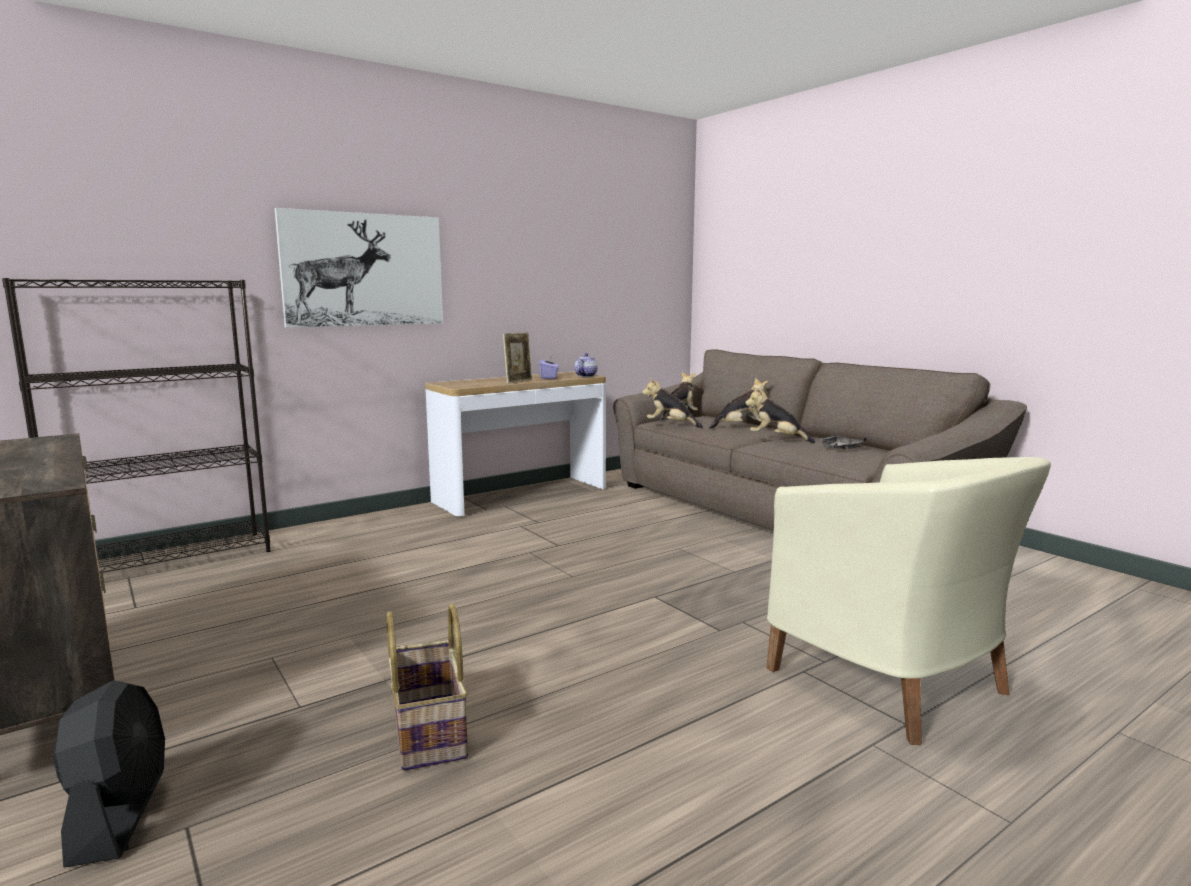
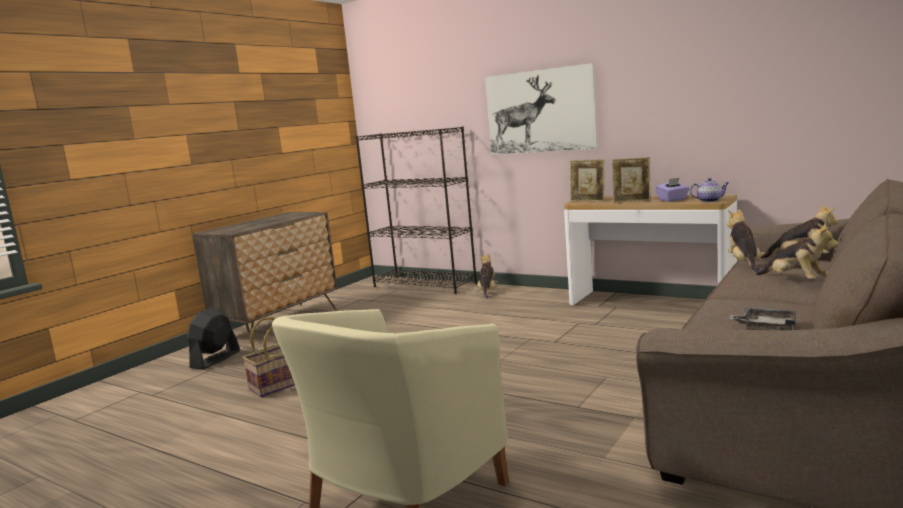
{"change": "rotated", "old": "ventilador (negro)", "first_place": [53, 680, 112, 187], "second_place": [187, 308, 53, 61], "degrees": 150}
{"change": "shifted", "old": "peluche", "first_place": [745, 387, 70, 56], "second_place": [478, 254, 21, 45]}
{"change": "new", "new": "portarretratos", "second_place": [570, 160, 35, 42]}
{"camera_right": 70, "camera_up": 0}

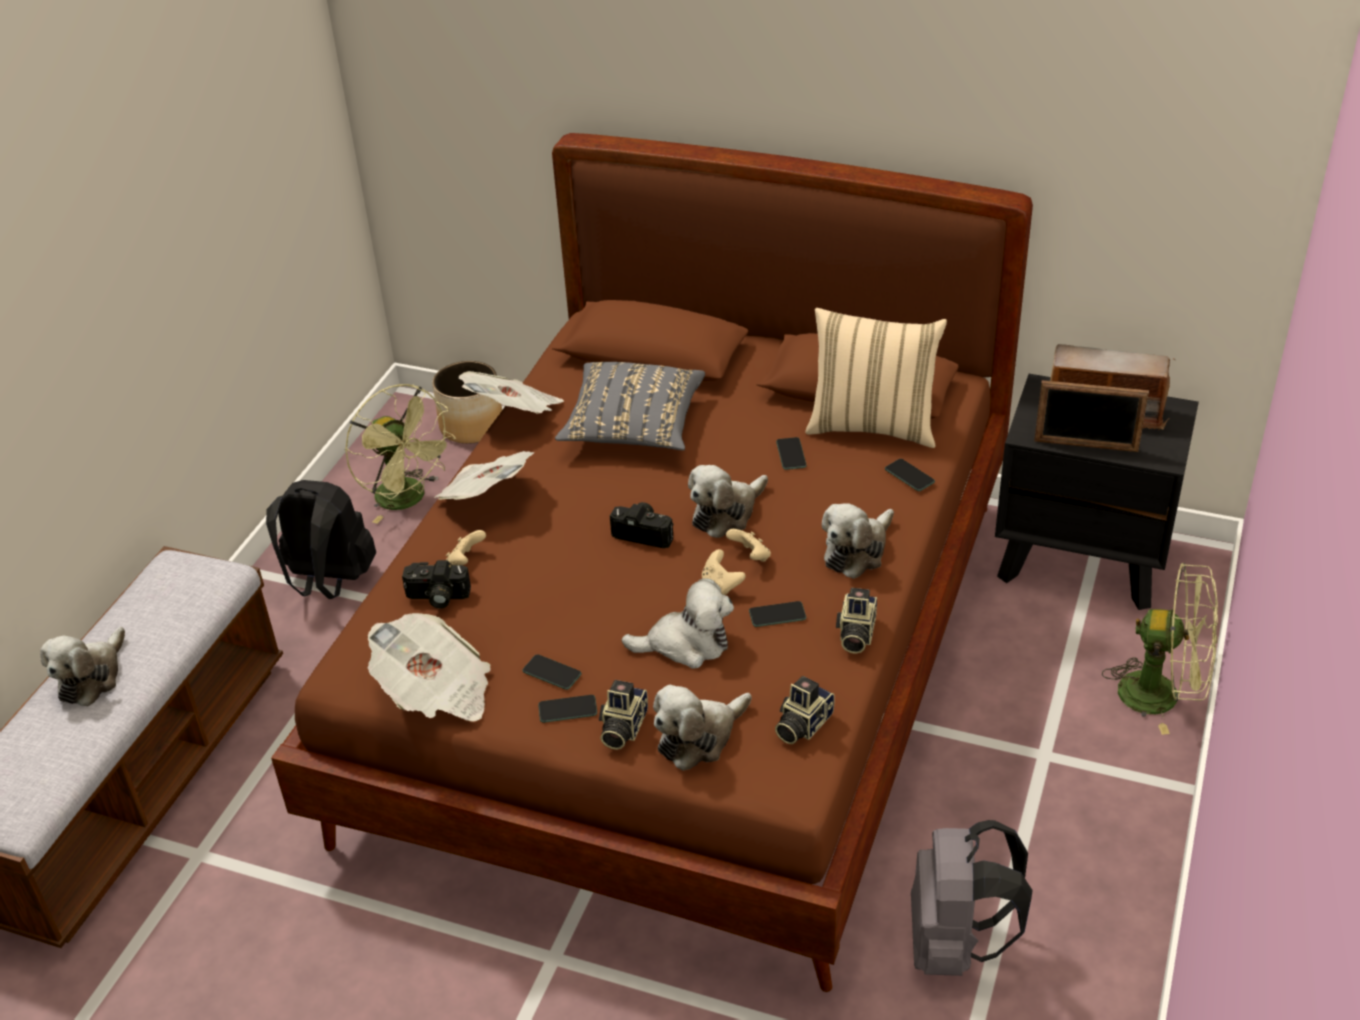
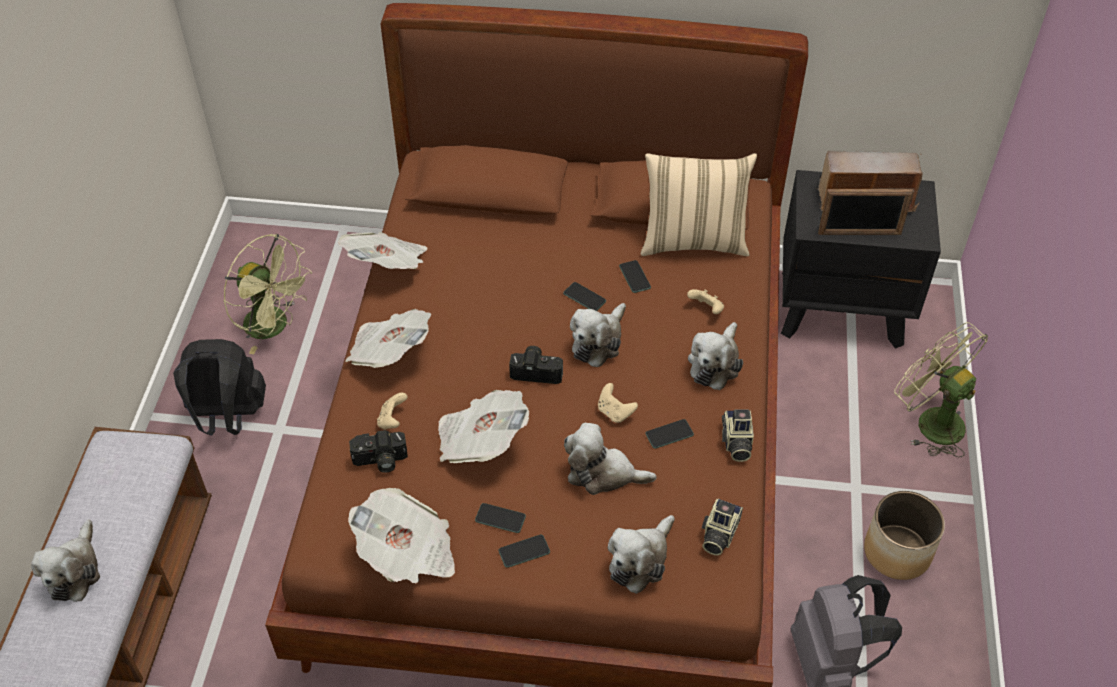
{"change": "new", "new": "periódico", "second_place": [438, 390, 91, 73]}
{"change": "shifted", "old": "móvil", "first_place": [885, 459, 50, 32], "second_place": [563, 282, 43, 29]}
{"change": "rotated", "old": "peluche", "first_place": [621, 578, 113, 91], "second_place": [564, 423, 93, 72], "degrees": -150}
{"change": "shifted", "old": "mando de consola (beis)", "first_place": [726, 529, 45, 33], "second_place": [687, 289, 37, 25]}
{"change": "shifted", "old": "maceta", "first_place": [432, 361, 70, 83], "second_place": [864, 491, 81, 89]}
{"change": "rotated", "old": "ventilador (verde)", "first_place": [1102, 563, 116, 172], "second_place": [894, 322, 94, 135], "degrees": -135}
{"change": "gone", "old": "cojín (gris)", "first_place": [555, 362, 150, 88]}
{"change": "gone", "old": "cámara", "first_place": [599, 680, 49, 70]}
{"camera_right": -15, "camera_up": 10}

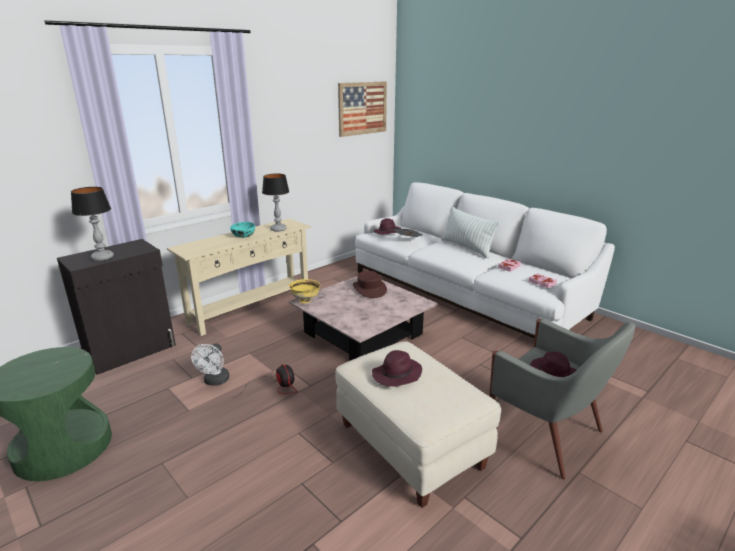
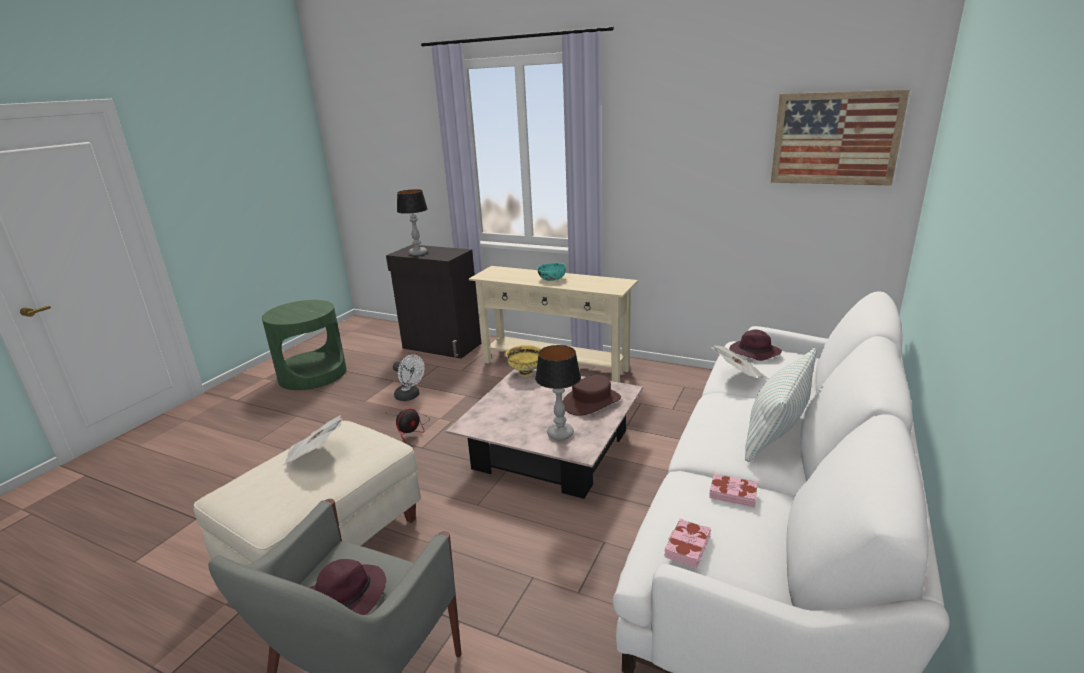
{"change": "swapped", "old": "sombrero (morado)", "new": "periódico", "first_place": [372, 350, 50, 36], "second_place": [283, 415, 59, 51]}
{"change": "rotated", "old": "ventilador (blanco)", "first_place": [191, 343, 39, 43], "second_place": [393, 354, 31, 47], "degrees": -135}
{"change": "shifted", "old": "lámpara de mesa", "first_place": [262, 174, 27, 58], "second_place": [535, 345, 46, 96]}
{"camera_right": 70, "camera_up": 0}

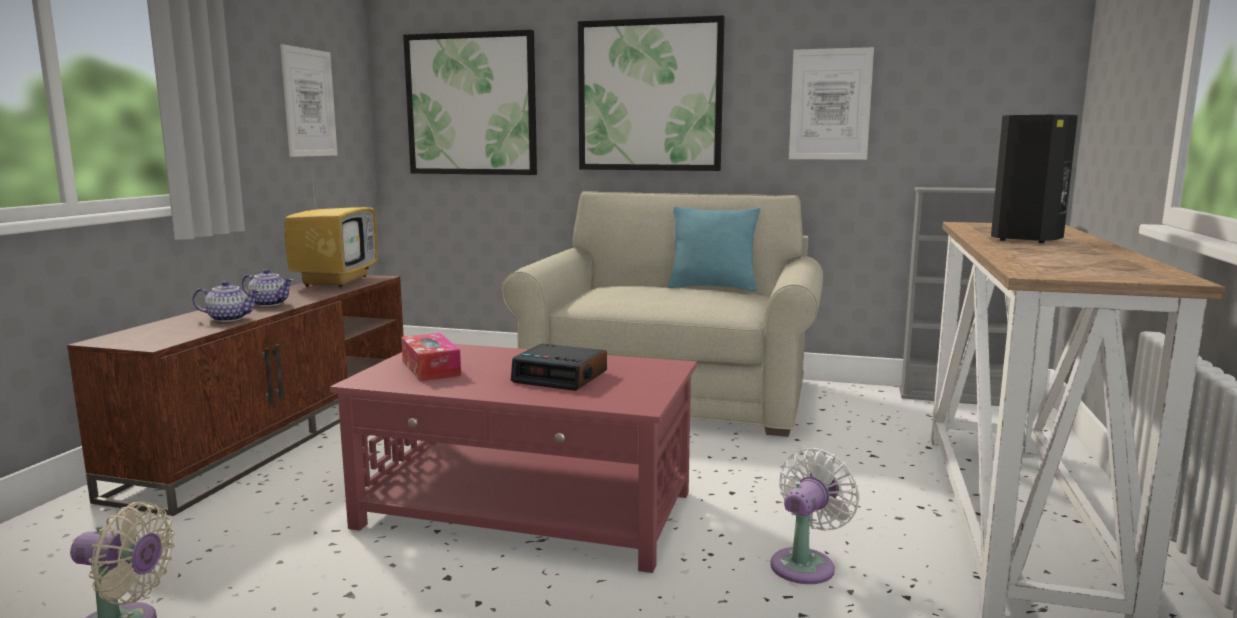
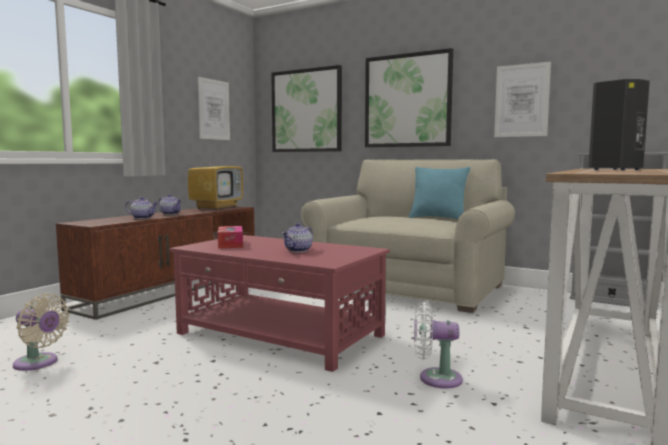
{"change": "swapped", "old": "despertador", "new": "tetera", "first_place": [511, 344, 96, 47], "second_place": [282, 223, 31, 29]}
{"change": "rotated", "old": "ventilador (blanco)", "first_place": [770, 448, 90, 136], "second_place": [414, 302, 49, 86], "degrees": -135}
{"camera_right": 15, "camera_up": -5}

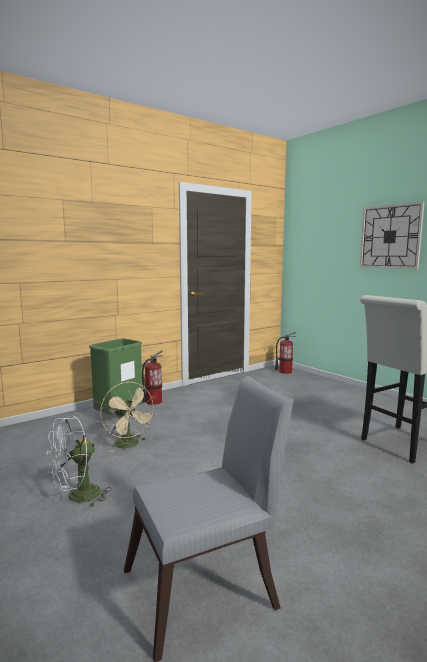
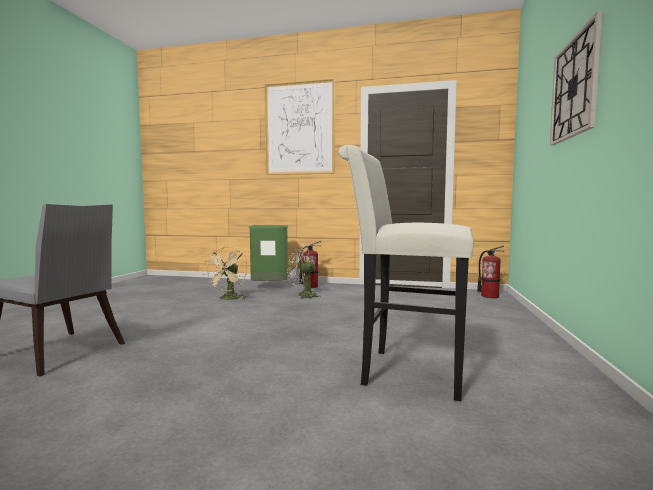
{"change": "new", "new": "cuadro", "second_place": [264, 79, 71, 96]}
{"change": "shifted", "old": "ventilador (blanco)", "first_place": [47, 416, 64, 91], "second_place": [287, 244, 34, 55]}
{"camera_right": 50, "camera_up": -5}

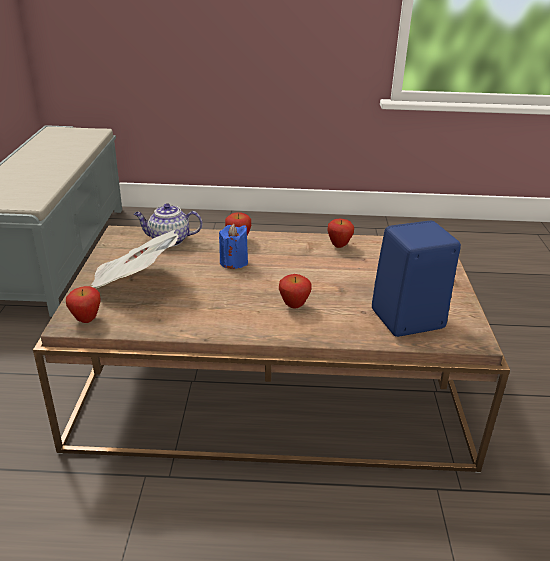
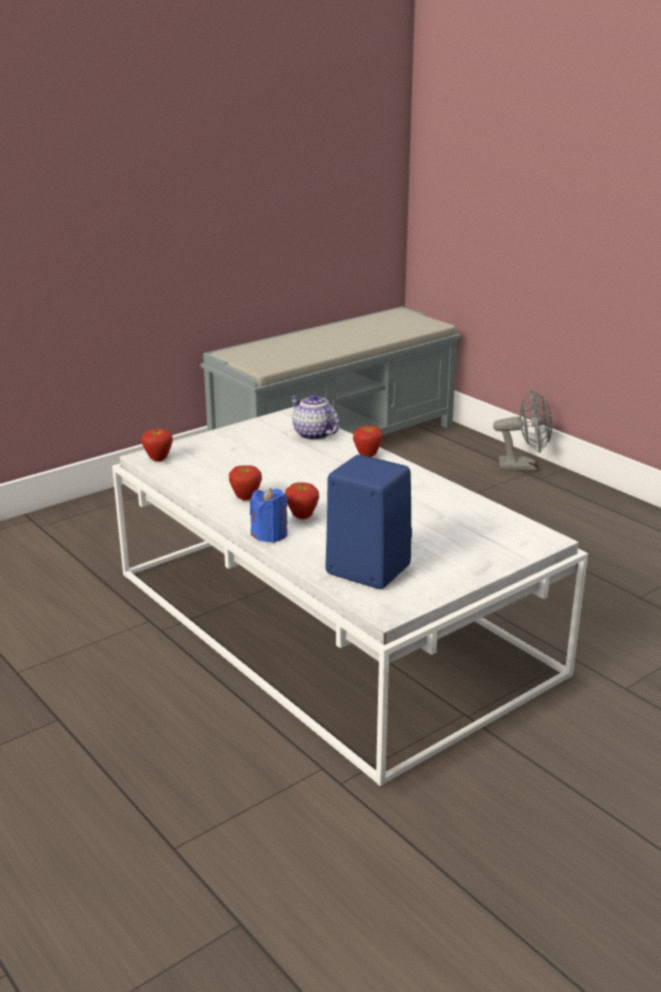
{"change": "repainted", "old": "mesa de centro (marrón)", "new": "mesa de centro (blanco)", "first_place": [33, 226, 477, 247], "second_place": [112, 407, 476, 380]}
{"change": "shifted", "old": "manzana", "first_place": [327, 218, 27, 30], "second_place": [229, 465, 33, 35]}
{"change": "shifted", "old": "vela (azul)", "first_place": [219, 224, 29, 45], "second_place": [250, 487, 38, 55]}
{"change": "new", "new": "ventilador (gris)", "second_place": [493, 389, 59, 82]}
{"change": "gone", "old": "periódico", "first_place": [91, 230, 88, 58]}
{"camera_right": 50, "camera_up": -5}

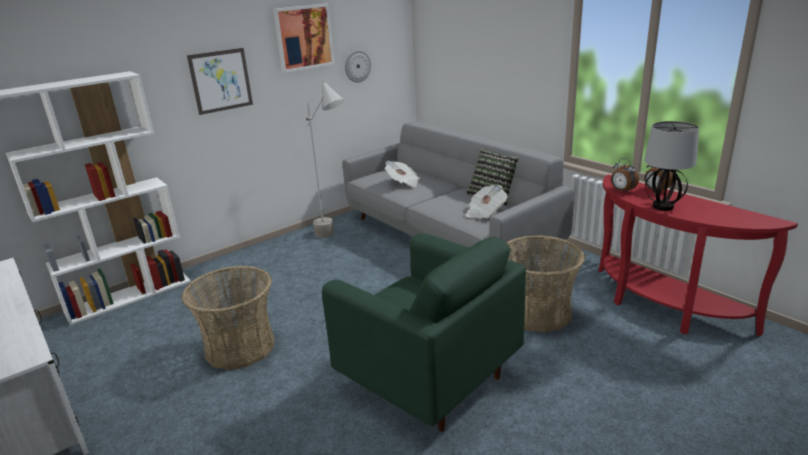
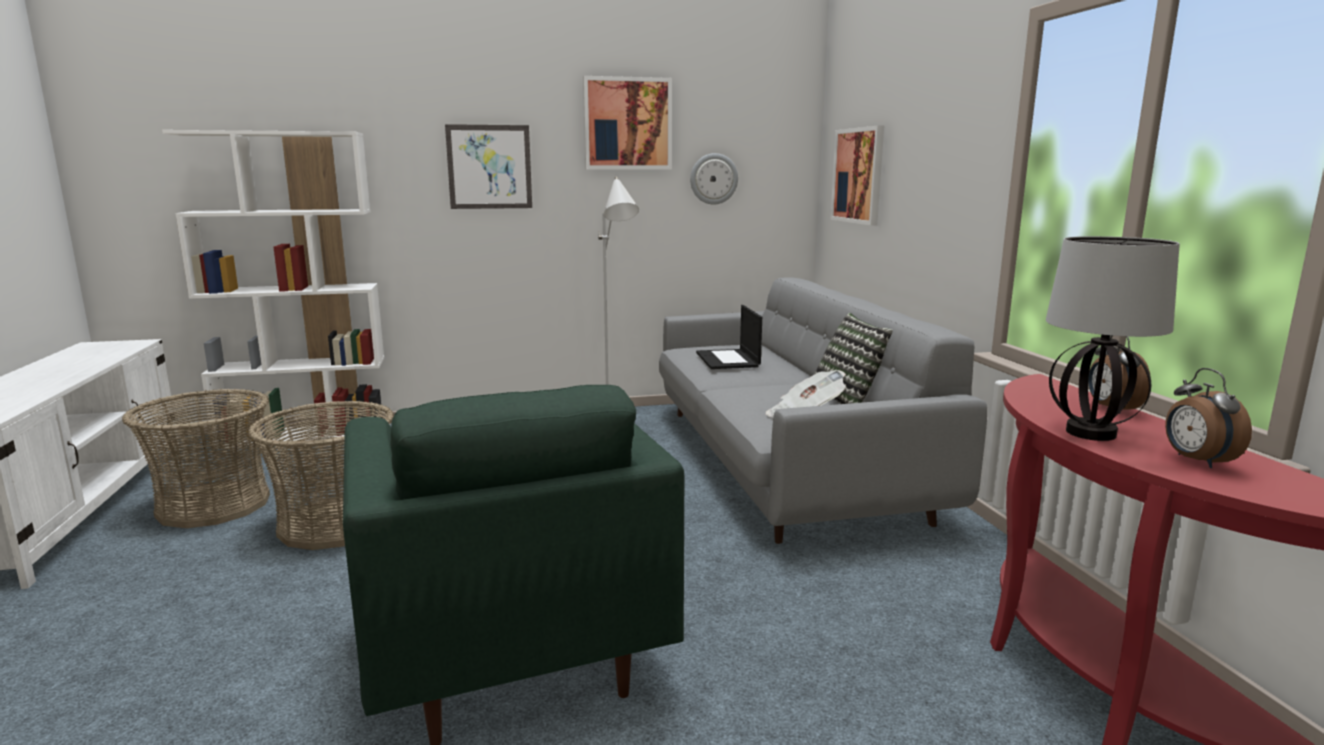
{"change": "shifted", "old": "cesta", "first_place": [507, 235, 78, 97], "second_place": [122, 389, 148, 139]}
{"change": "swapped", "old": "periódico", "new": "portátil", "first_place": [385, 161, 35, 26], "second_place": [696, 305, 66, 64]}
{"change": "new", "new": "cuadro", "second_place": [830, 125, 54, 101]}
{"change": "shifted", "old": "despertador", "first_place": [611, 158, 28, 35], "second_place": [1165, 368, 87, 100]}
{"camera_right": 25, "camera_up": -10}

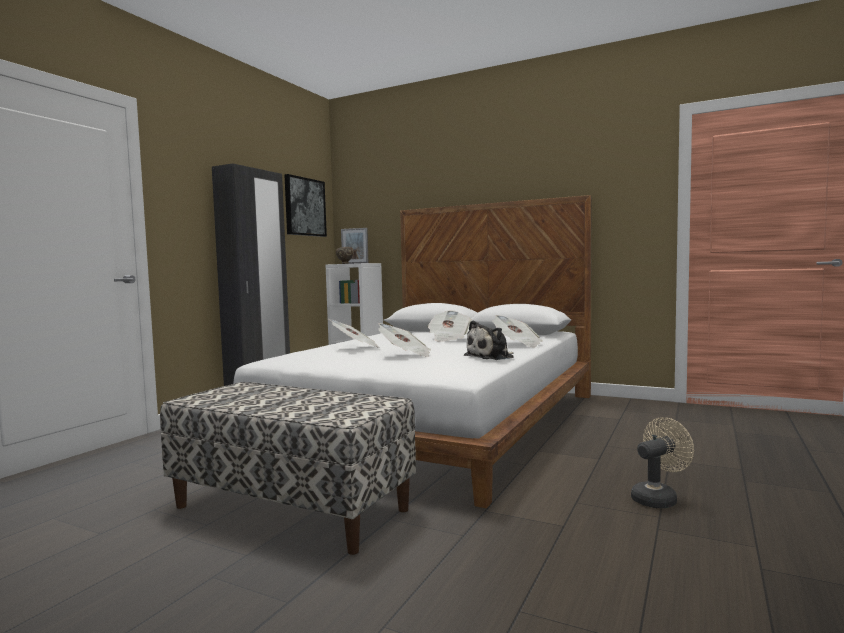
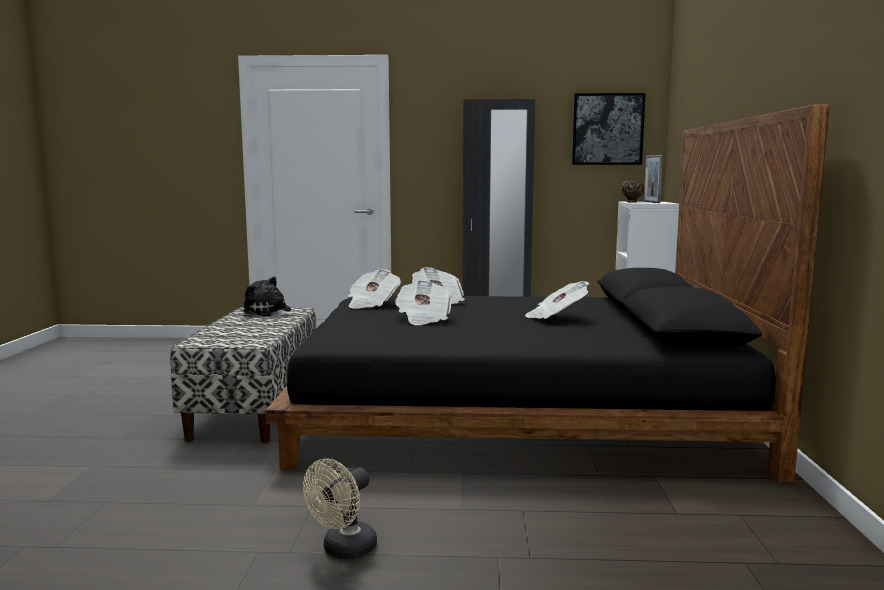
{"change": "shifted", "old": "peluche", "first_place": [464, 320, 50, 40], "second_place": [243, 276, 53, 40]}
{"change": "repainted", "old": "cama (blanco)", "new": "cama (negro)", "first_place": [233, 195, 359, 313], "second_place": [266, 105, 564, 378]}
{"change": "rotated", "old": "ventilador (beis)", "first_place": [631, 417, 63, 91], "second_place": [303, 459, 74, 100], "degrees": 90}
{"change": "shifted", "old": "periódico", "first_place": [492, 315, 51, 33], "second_place": [348, 269, 53, 40]}
{"camera_right": 65, "camera_up": 5}

